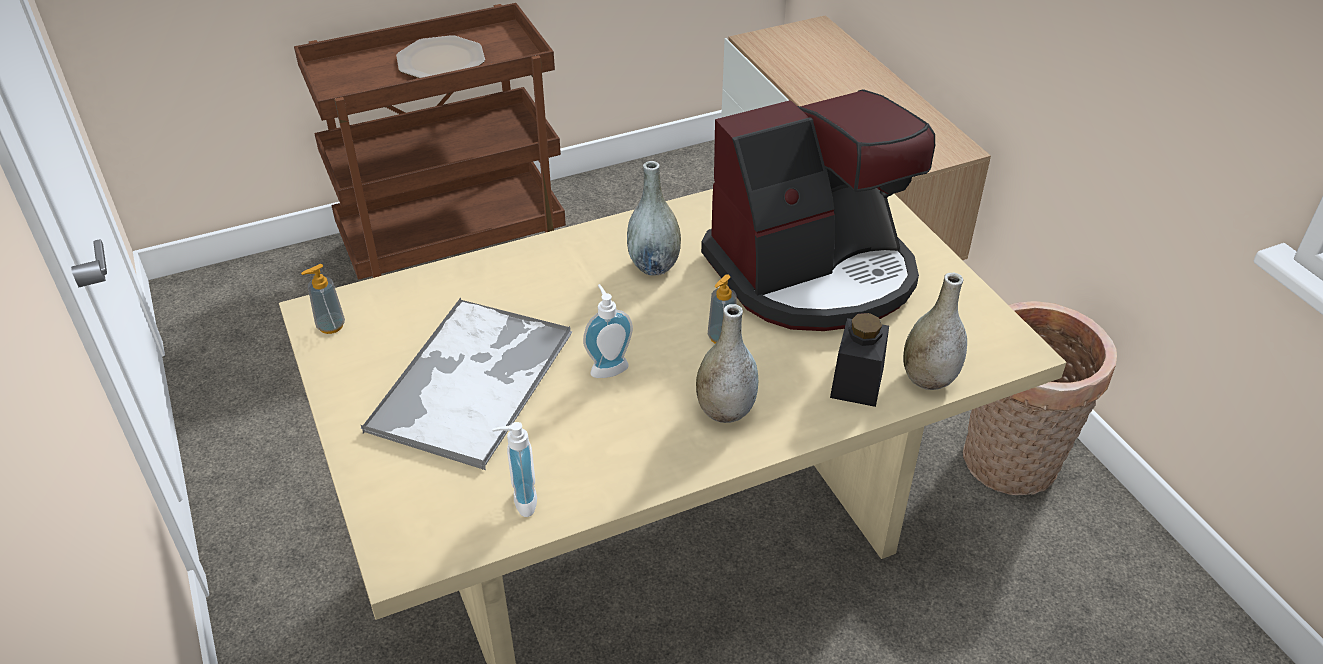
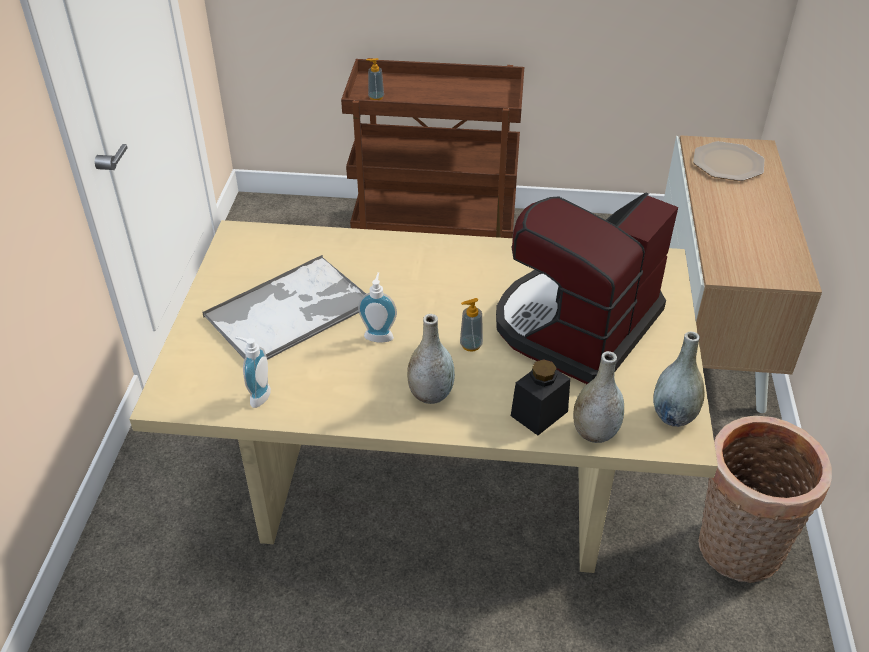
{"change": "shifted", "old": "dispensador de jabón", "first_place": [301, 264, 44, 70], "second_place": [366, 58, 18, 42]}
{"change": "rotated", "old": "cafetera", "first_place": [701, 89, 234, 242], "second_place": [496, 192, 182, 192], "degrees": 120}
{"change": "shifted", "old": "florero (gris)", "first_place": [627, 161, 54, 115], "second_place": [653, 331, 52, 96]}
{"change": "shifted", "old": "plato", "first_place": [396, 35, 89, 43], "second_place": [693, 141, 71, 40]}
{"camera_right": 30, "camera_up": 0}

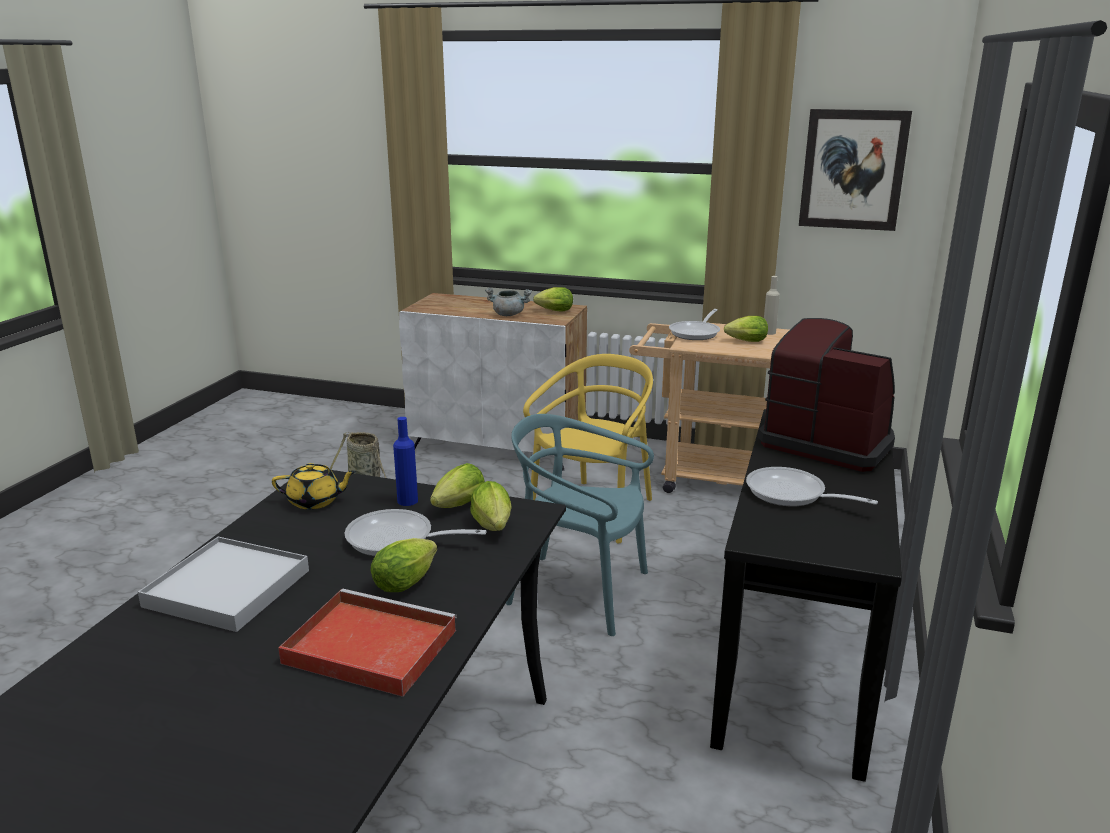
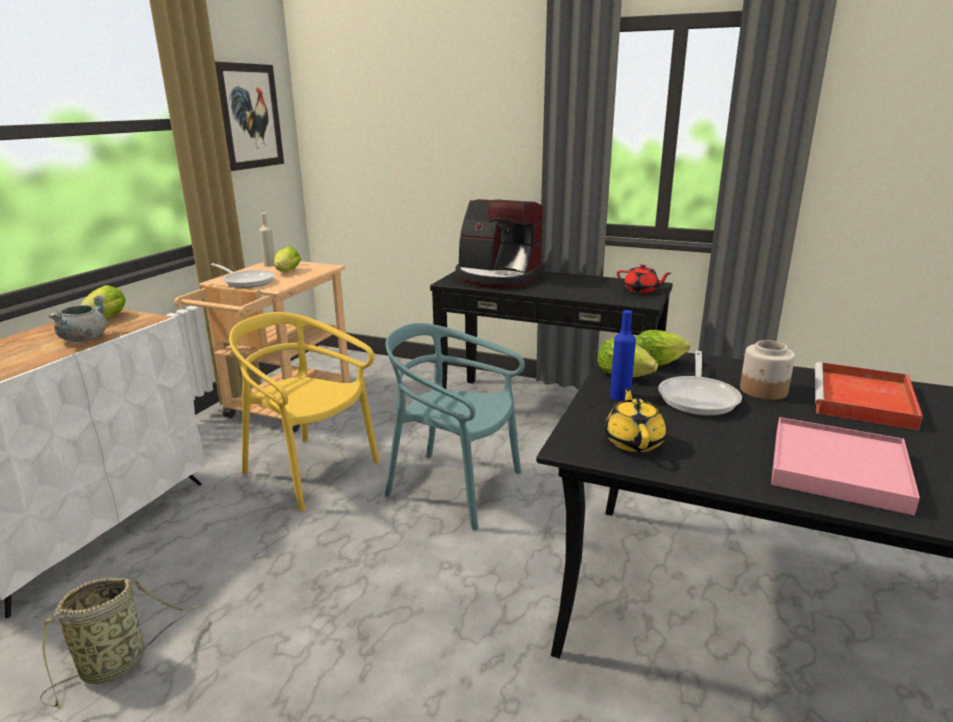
{"change": "rotated", "old": "silla (turquesa)", "first_place": [506, 414, 148, 222], "second_place": [385, 323, 140, 207], "degrees": 90}
{"change": "rotated", "old": "cafetera", "first_place": [758, 318, 137, 154], "second_place": [456, 199, 89, 89], "degrees": -105}
{"change": "new", "new": "tetera (rojo)", "second_place": [617, 264, 54, 29]}
{"change": "swapped", "old": "lechuga", "new": "tarro", "first_place": [371, 538, 66, 54], "second_place": [740, 340, 55, 60]}
{"change": "repainted", "old": "bandeja (blanco)", "new": "bandeja (rosa)", "first_place": [138, 537, 171, 95], "second_place": [771, 417, 149, 99]}
{"change": "gone", "old": "sartén", "first_place": [746, 467, 132, 39]}
{"camera_right": -85, "camera_up": 0}

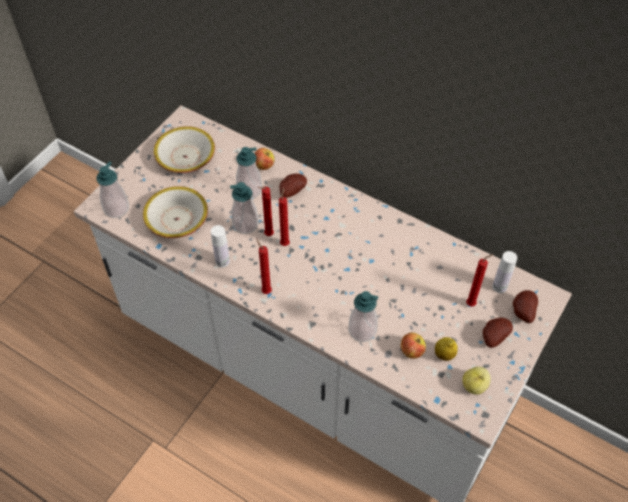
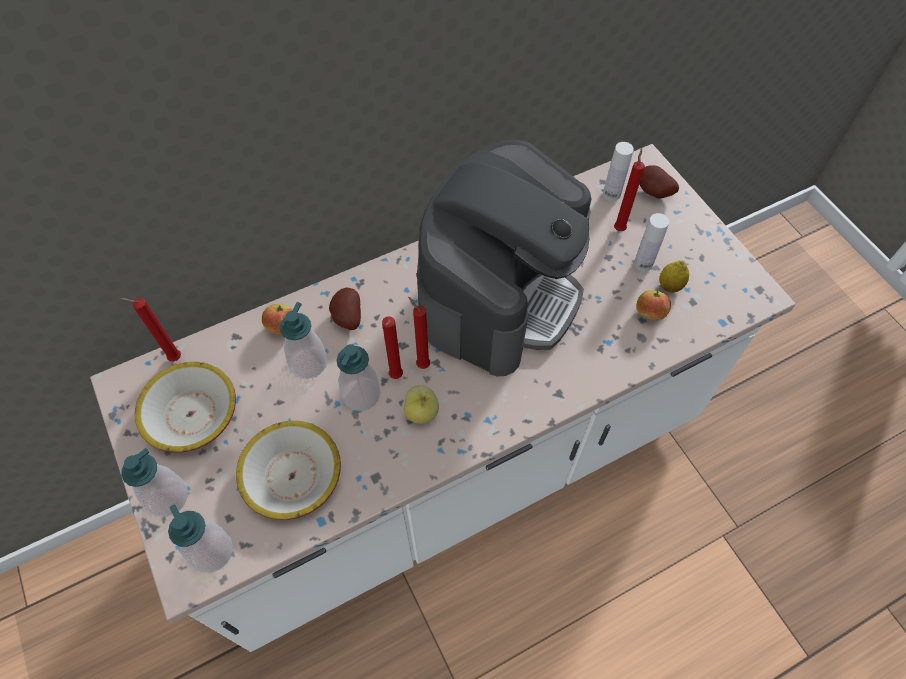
{"change": "shifted", "old": "vela (rojo)", "first_place": [256, 239, 16, 55], "second_place": [120, 298, 61, 64]}
{"change": "shifted", "old": "dispensador de jabón", "first_place": [348, 291, 30, 51], "second_place": [121, 448, 67, 69]}
{"change": "shifted", "old": "manzana", "first_place": [462, 366, 29, 29], "second_place": [404, 385, 35, 39]}
{"change": "new", "new": "cafetera", "second_place": [417, 140, 175, 237]}
{"change": "shifted", "old": "botella (blanco)", "first_place": [211, 225, 19, 42], "second_place": [634, 213, 35, 58]}
{"change": "gone", "old": "patata", "first_place": [483, 318, 30, 30]}
{"camera_right": -60, "camera_up": 5}

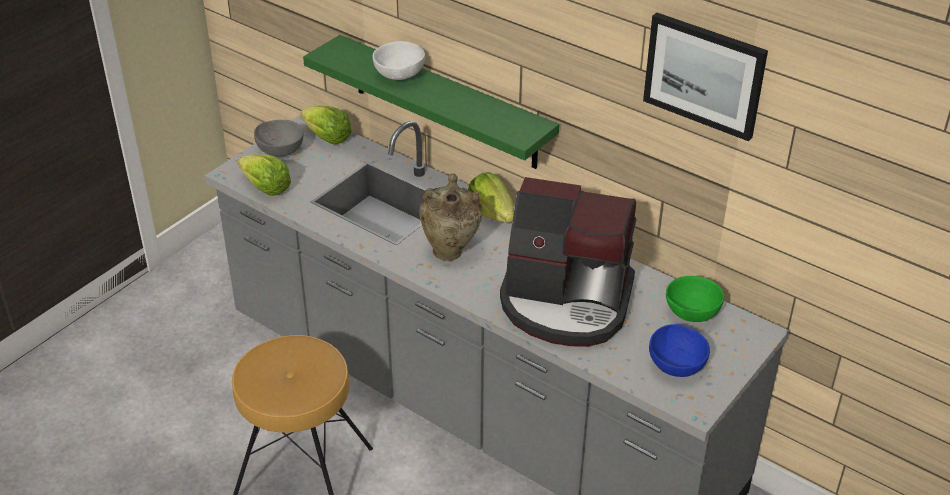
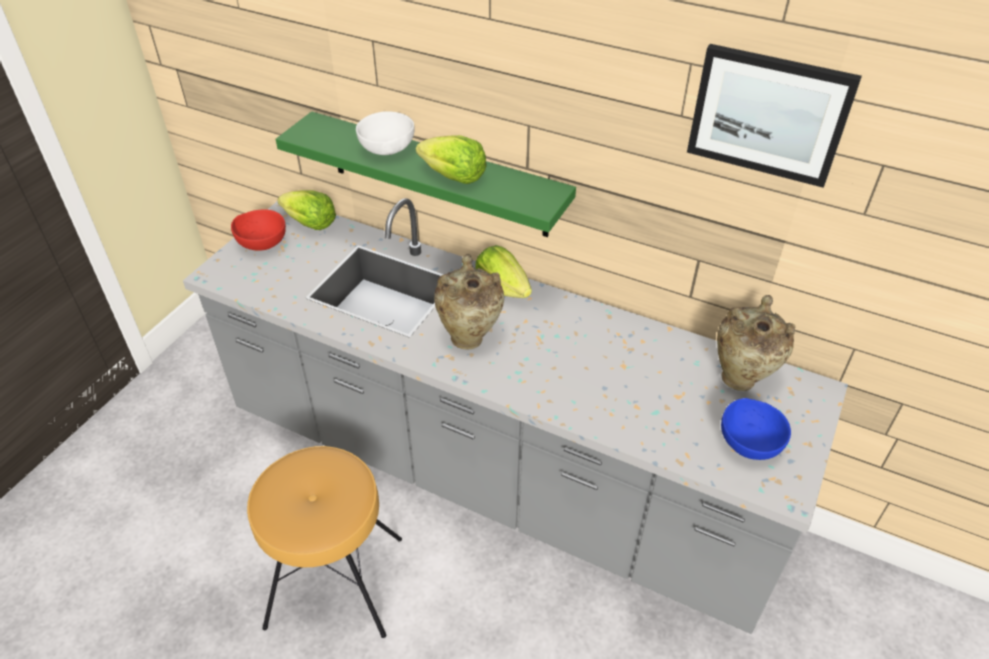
{"change": "repainted", "old": "cuenco (gris)", "new": "cuenco (rojo)", "first_place": [254, 120, 50, 37], "second_place": [231, 209, 55, 42]}
{"change": "shifted", "old": "lechuga", "first_place": [237, 154, 54, 42], "second_place": [416, 135, 71, 49]}
{"change": "swapped", "old": "cuenco (verde)", "new": "florero (beis)", "first_place": [666, 276, 58, 46], "second_place": [717, 295, 78, 96]}
{"change": "gone", "old": "cafetera", "first_place": [500, 177, 136, 170]}
{"camera_right": -10, "camera_up": 5}

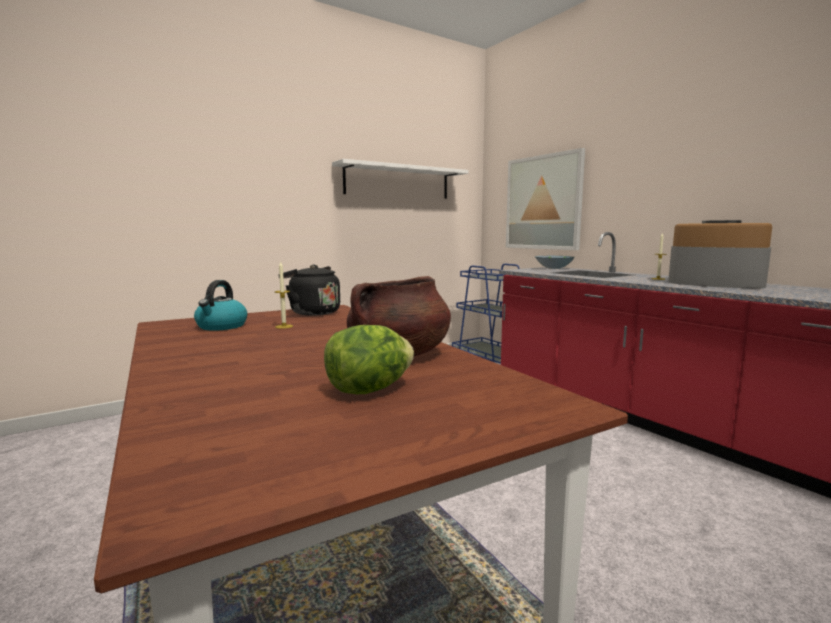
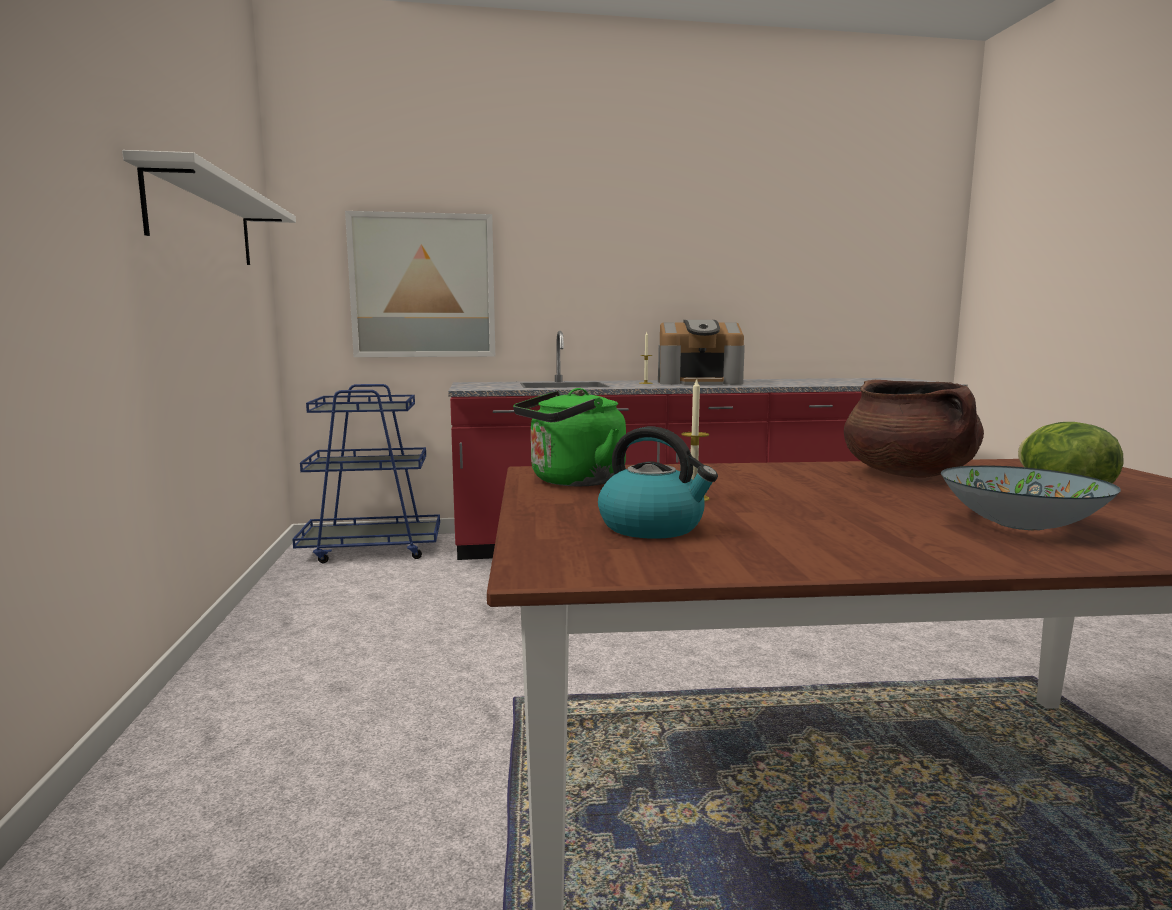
{"change": "repainted", "old": "hervidor (negro)", "new": "hervidor (verde)", "first_place": [278, 264, 62, 52], "second_place": [513, 388, 113, 98]}
{"change": "rotated", "old": "cafetera", "first_place": [668, 220, 104, 68], "second_place": [658, 320, 87, 65], "degrees": -150}
{"change": "shifted", "old": "cuenco", "first_place": [535, 256, 40, 13], "second_place": [941, 465, 180, 65]}
{"camera_right": -65, "camera_up": 0}

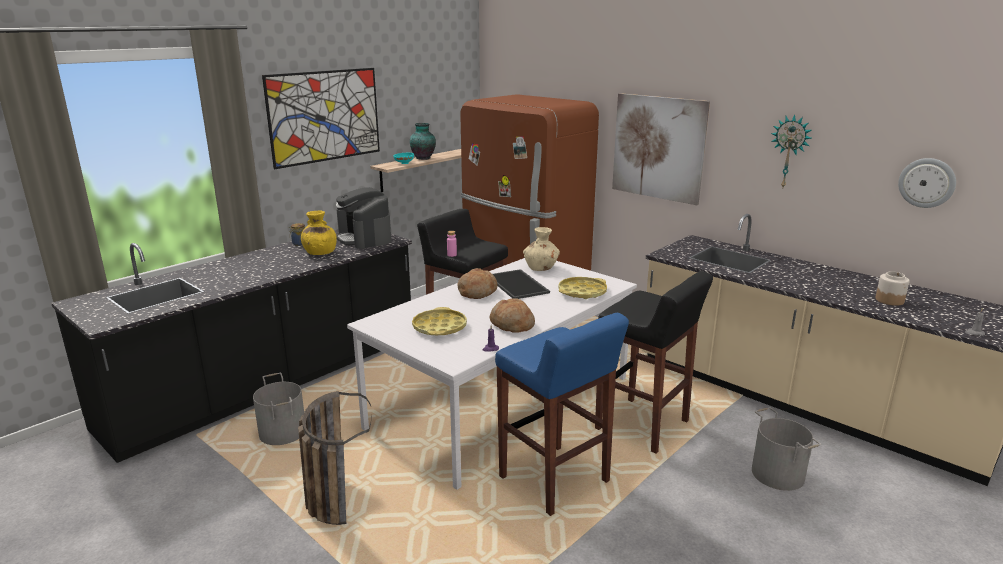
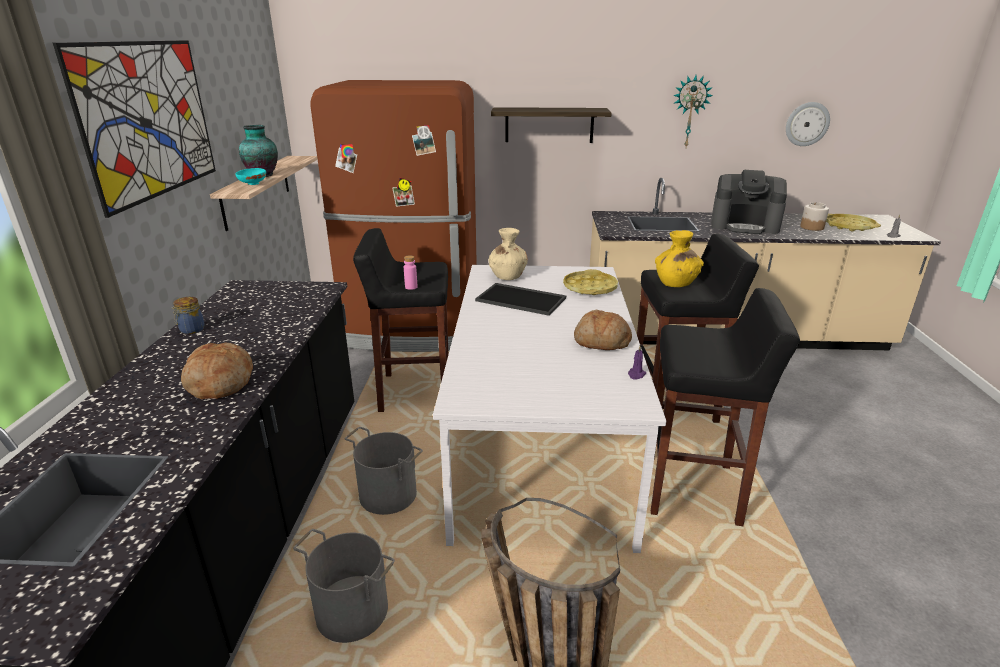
{"change": "shifted", "old": "pan", "first_place": [458, 268, 40, 31], "second_place": [181, 343, 72, 56]}
{"change": "shifted", "old": "cubo (gris)", "first_place": [752, 408, 69, 83], "second_place": [345, 427, 78, 88]}
{"change": "swapped", "old": "cuadro", "new": "estante", "first_place": [612, 93, 98, 112], "second_place": [491, 107, 121, 36]}
{"change": "repainted", "old": "taburete (azul)", "new": "taburete (negro)", "first_place": [495, 313, 134, 203], "second_place": [651, 288, 149, 238]}
{"change": "shifted", "old": "florero (amarillo)", "first_place": [301, 211, 36, 44], "second_place": [655, 230, 49, 57]}
{"change": "shifted", "old": "cafetera", "first_place": [336, 187, 55, 62], "second_place": [711, 170, 76, 64]}
{"change": "shifted", "old": "bandeja (amarillo)", "first_place": [412, 307, 55, 29], "second_place": [826, 214, 55, 17]}
{"camera_right": -40, "camera_up": 5}

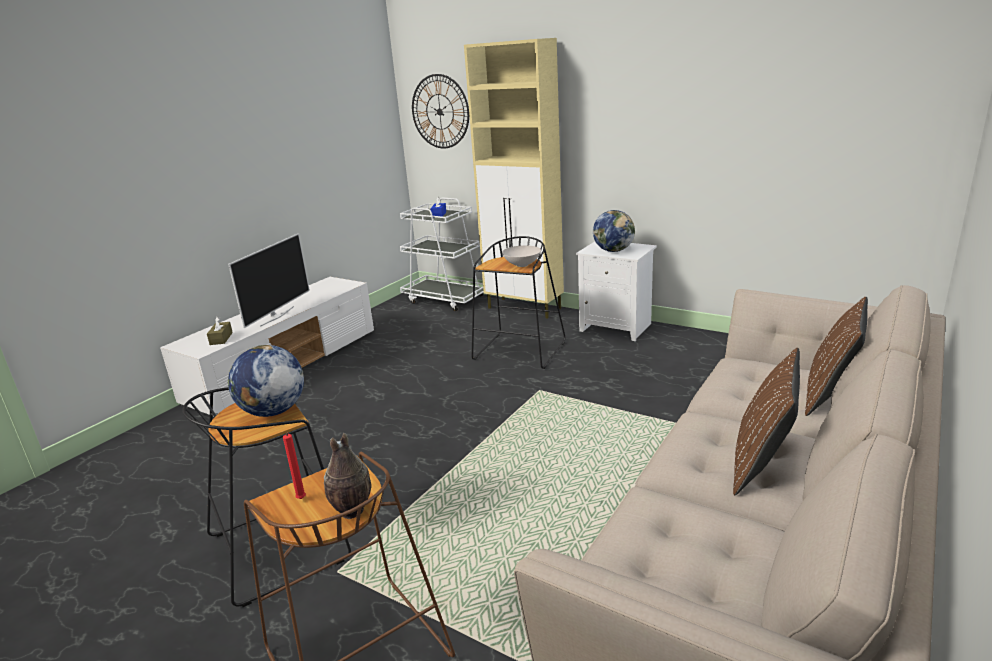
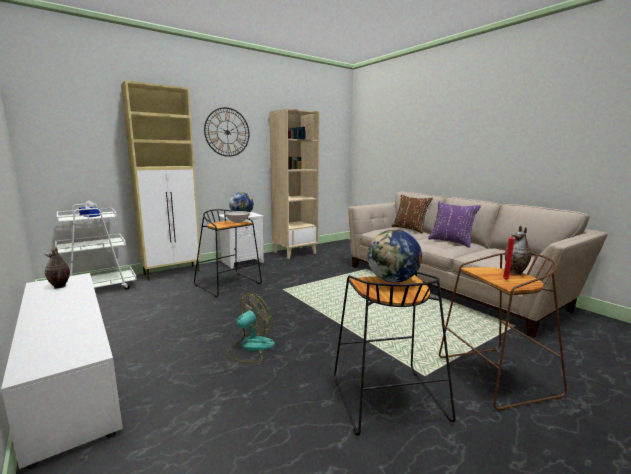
{"change": "new", "new": "florero", "second_place": [44, 247, 26, 42]}
{"change": "shifted", "old": "reloj de pared", "first_place": [412, 74, 57, 75], "second_place": [204, 107, 45, 50]}
{"change": "new", "new": "ventilador", "second_place": [227, 294, 48, 69]}
{"change": "new", "new": "estantería (beis)", "second_place": [269, 108, 51, 151]}
{"change": "repainted", "old": "cojín (marrón)", "new": "cojín (morado)", "first_place": [733, 348, 67, 147], "second_place": [428, 201, 53, 47]}
{"change": "gone", "old": "caja de pañuelos (marrón)", "first_place": [207, 316, 26, 29]}
{"change": "gone", "old": "televisor", "first_place": [228, 233, 82, 95]}
{"camera_right": -70, "camera_up": -10}

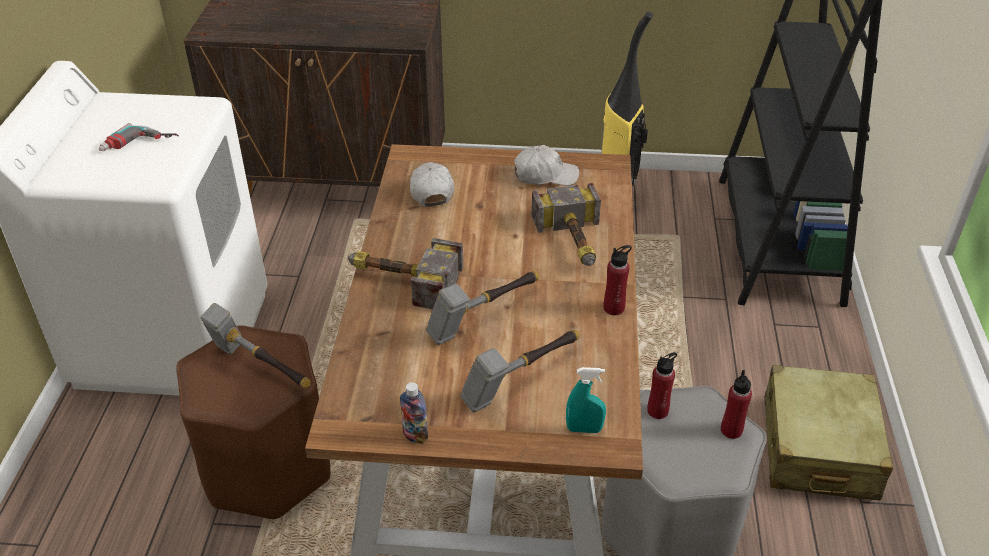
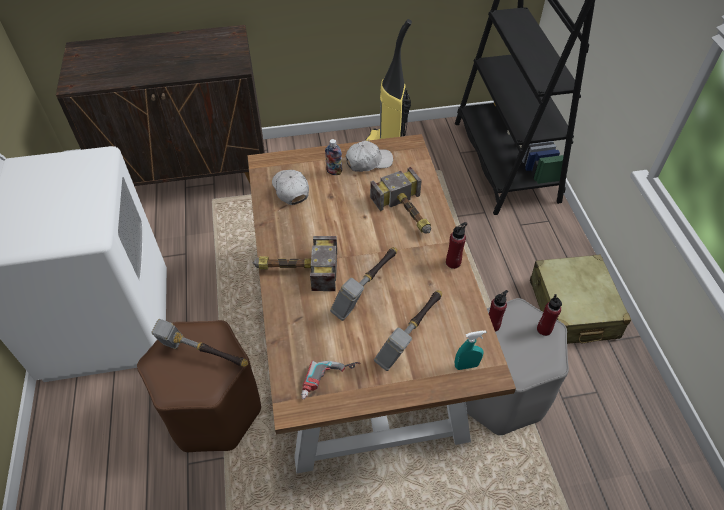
{"change": "shifted", "old": "taladro", "first_place": [99, 123, 80, 28], "second_place": [301, 360, 59, 39]}
{"change": "shifted", "old": "botella", "first_place": [400, 382, 28, 62], "second_place": [325, 139, 17, 36]}
{"camera_right": -15, "camera_up": 10}

